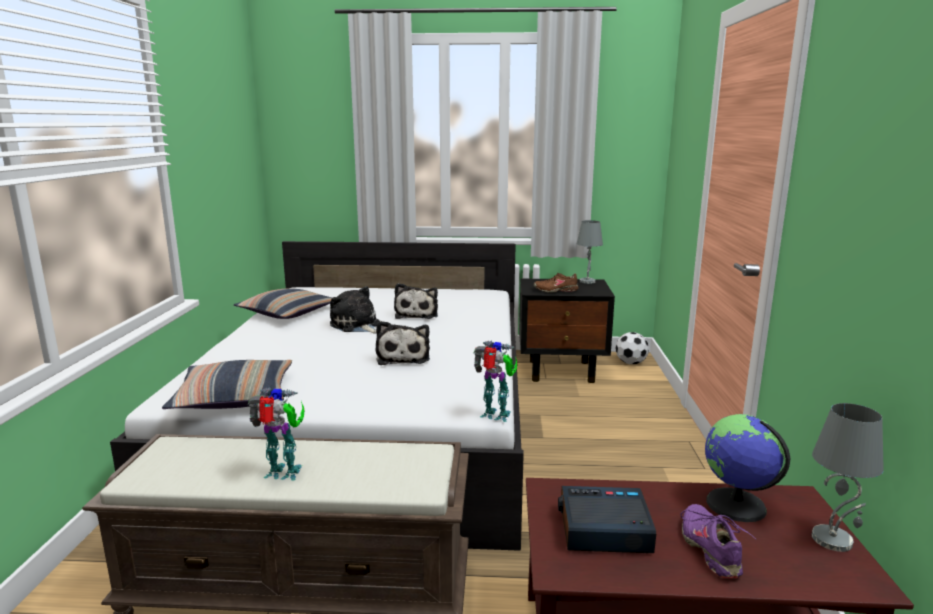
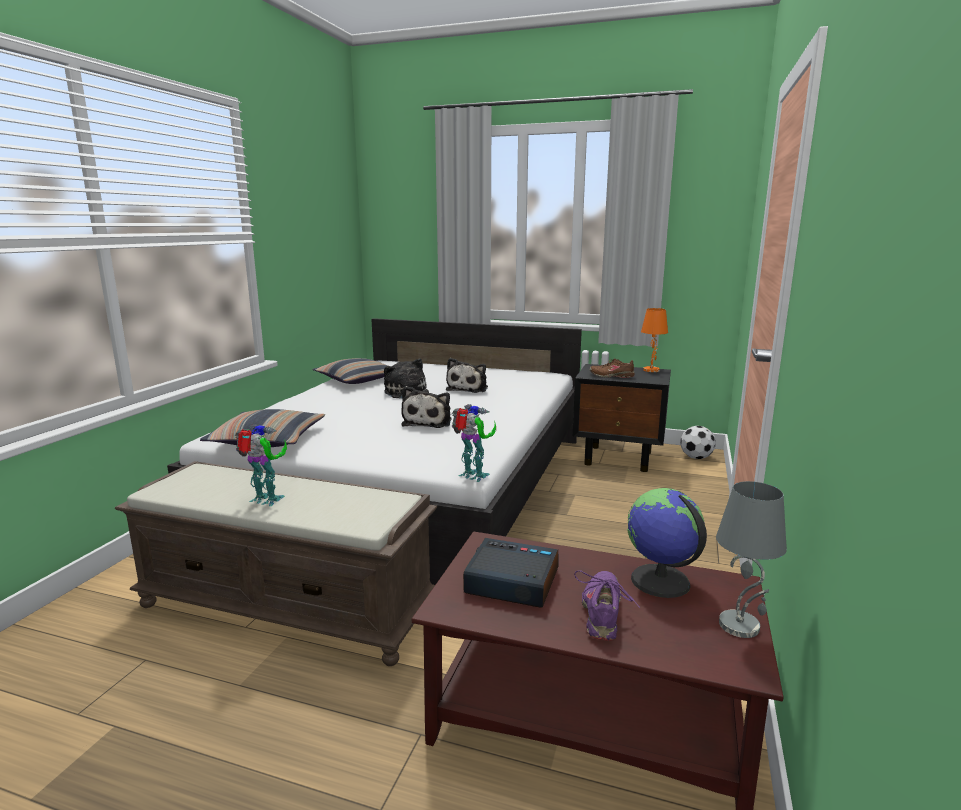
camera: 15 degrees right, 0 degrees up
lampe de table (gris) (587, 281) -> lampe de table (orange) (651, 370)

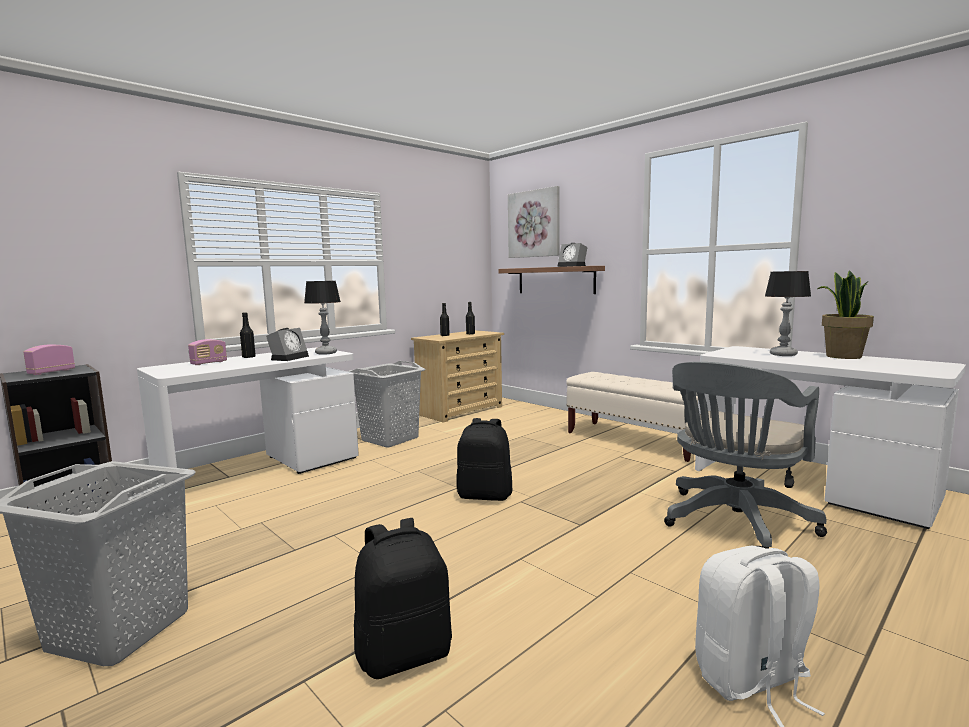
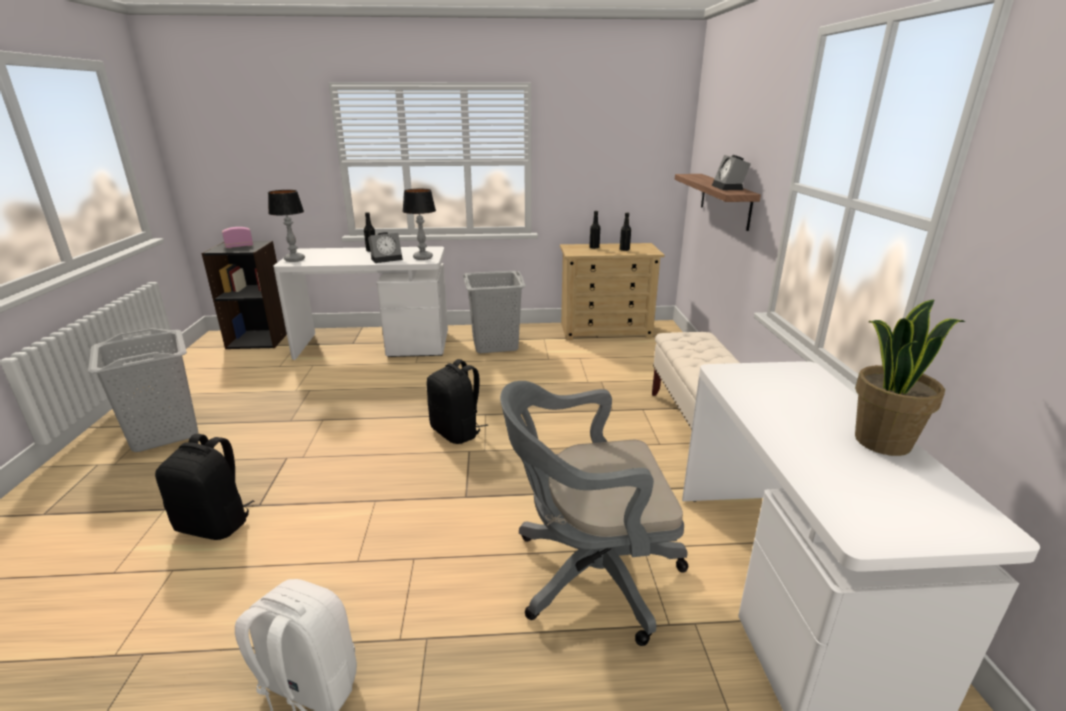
camera: 40 degrees right, 15 degrees up
tableau (534, 224) -> none
lampe de table (782, 354) -> lampe de table (295, 259), relocated
radio (209, 363) -> none

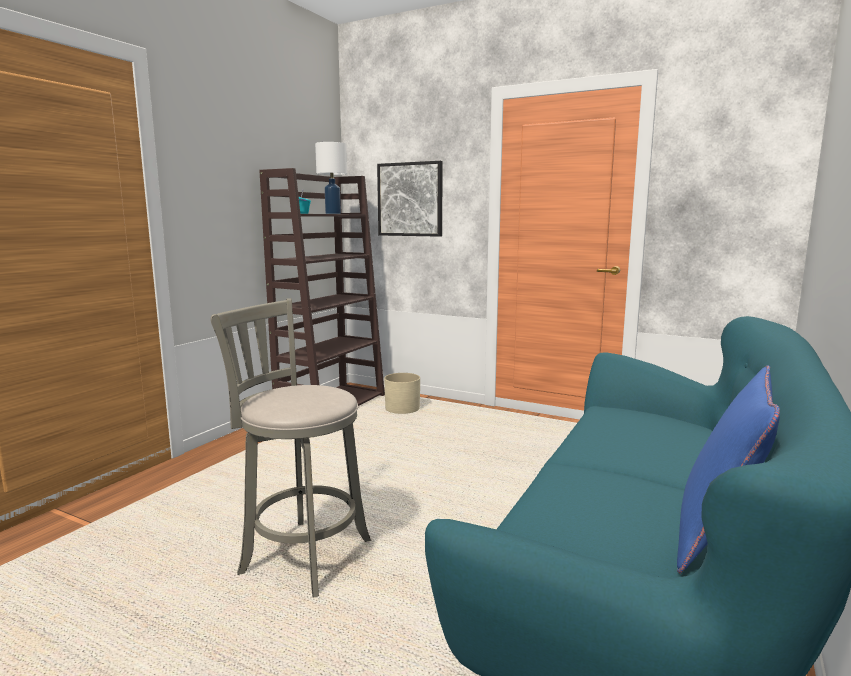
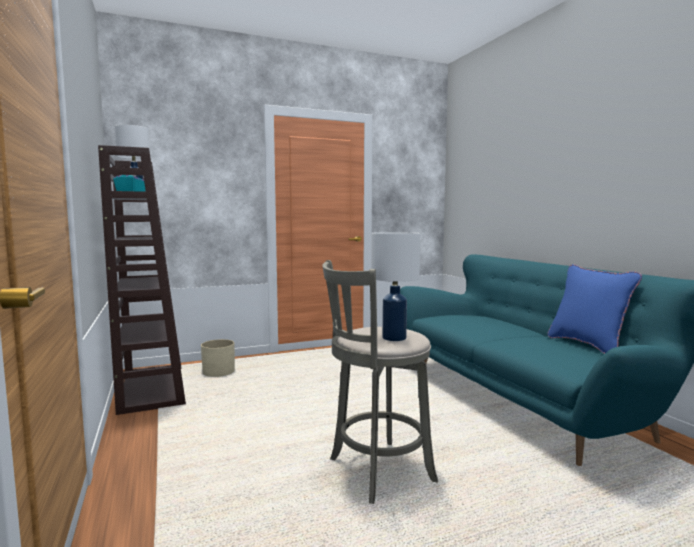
camera: 50 degrees left, 5 degrees down
tableau (410, 199) -> none
none -> lampe de table (blanc) (395, 338)

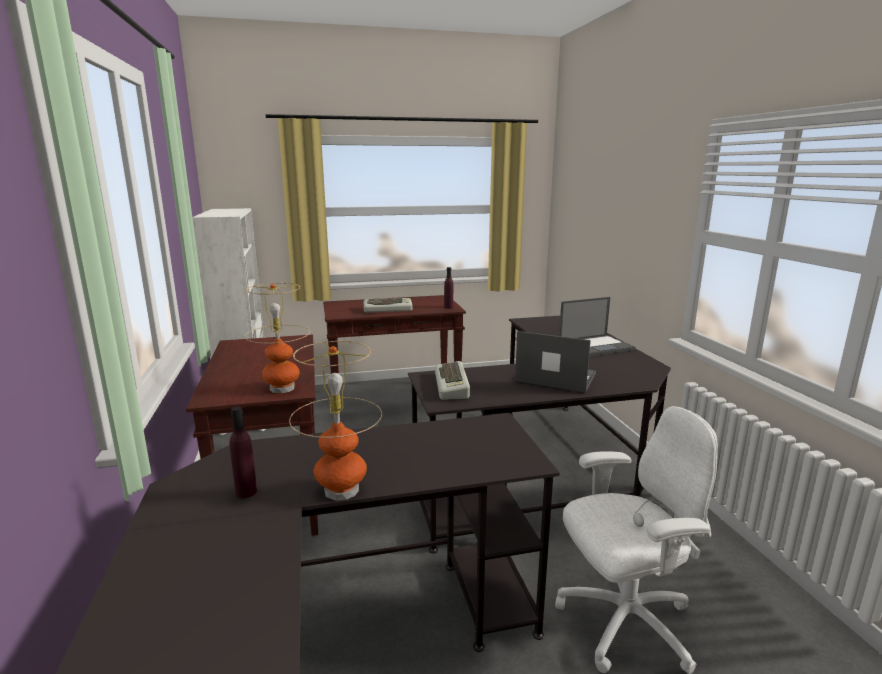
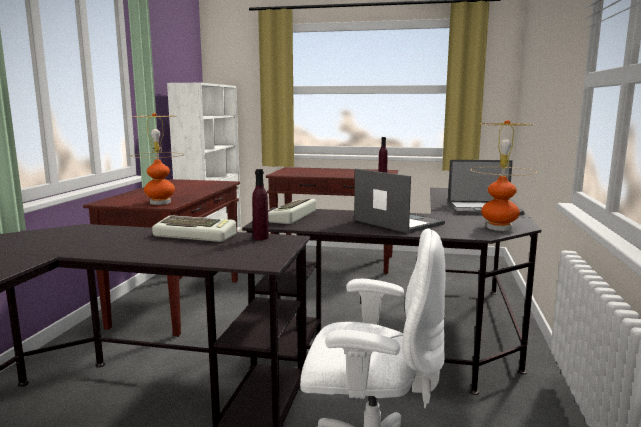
camera: 25 degrees right, 5 degrees down
clavier (388, 309) -> clavier (196, 235), relocated
lampe de table (341, 490) -> lampe de table (498, 227), relocated
bouteille (violet) (246, 492) -> bouteille (violet) (261, 238), relocated

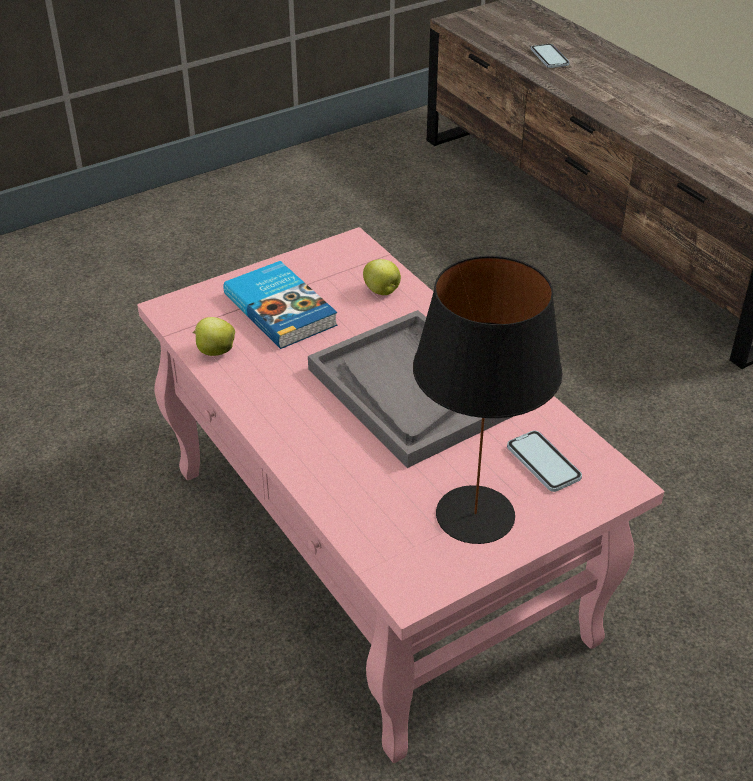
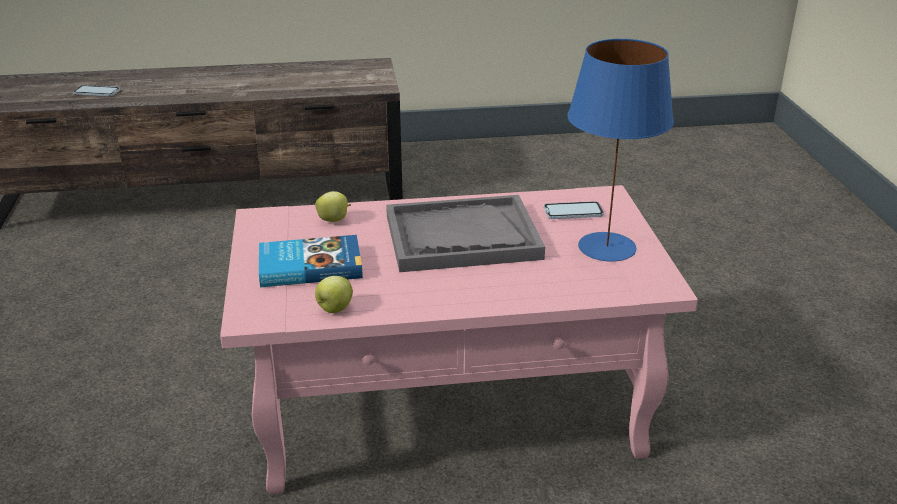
camera: 65 degrees left, 10 degrees down
lampe de table (noir) (476, 513) -> lampe de table (bleu) (606, 246)

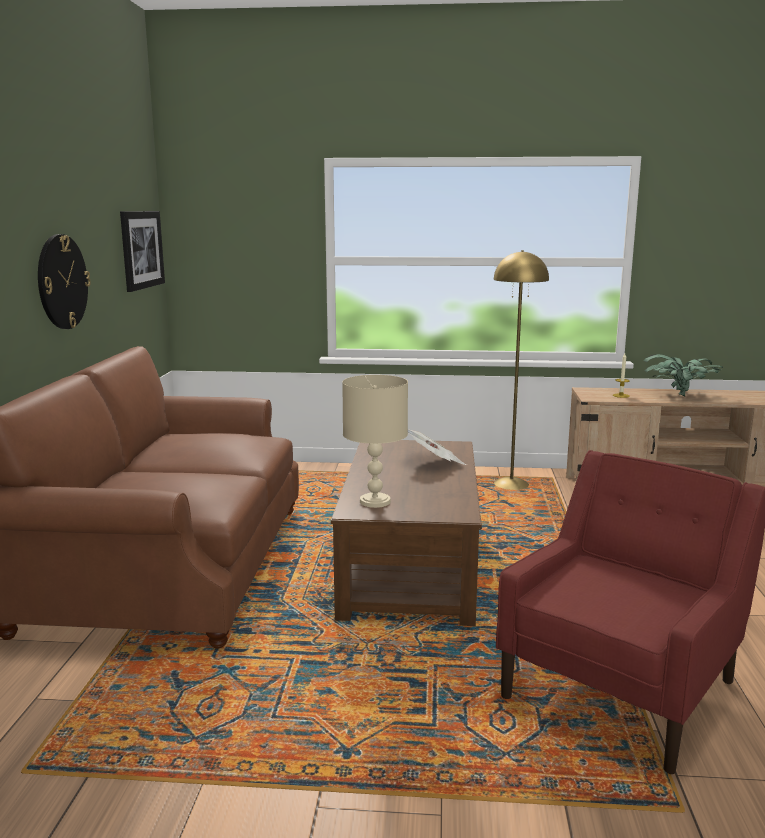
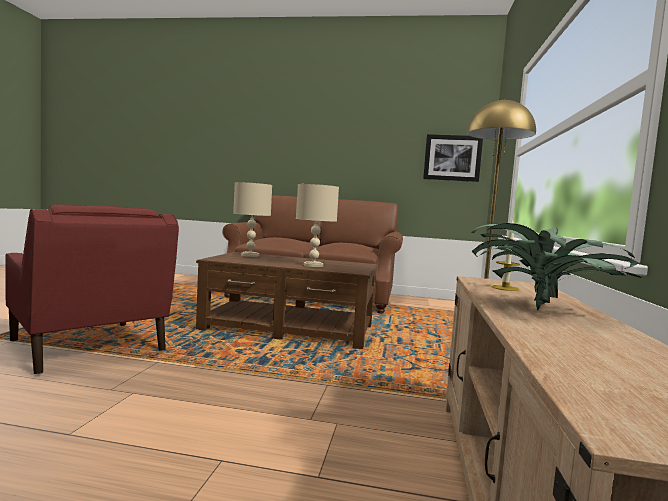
camera: 95 degrees right, 10 degrees down
horloge murale (62, 282) -> none
journal (434, 463) -> lampe de table (beige) (313, 265)

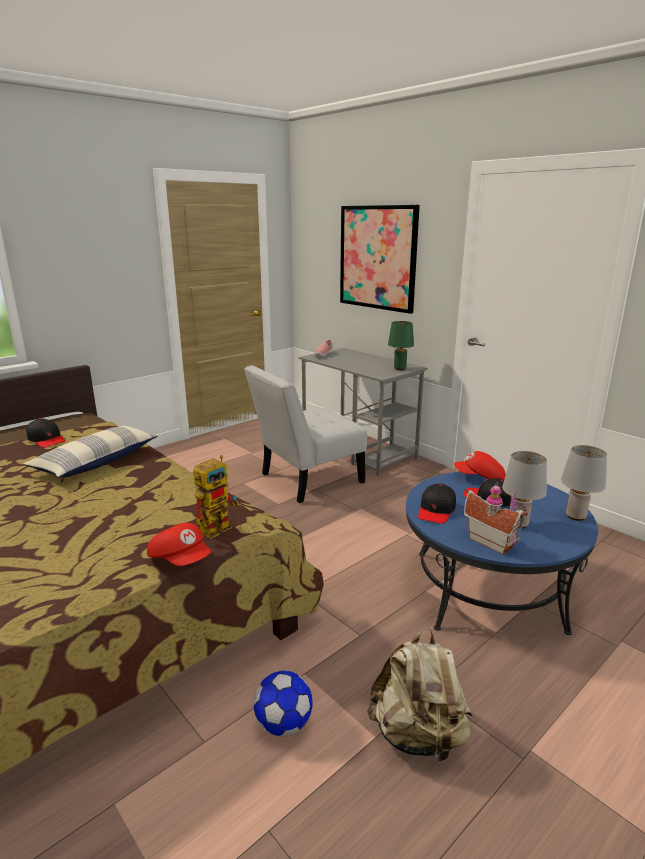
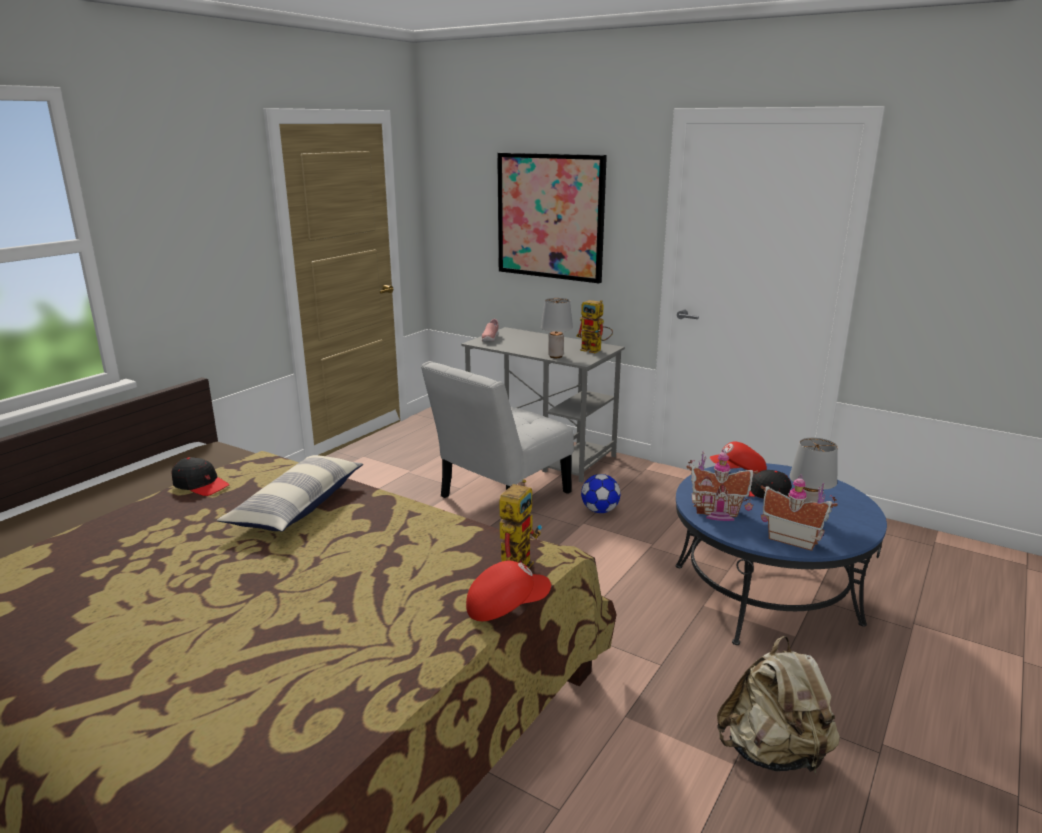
camera: 15 degrees left, 0 degrees up
lampe de table (vert) (400, 368) -> robot jouet (595, 350)
lampe de table (gris) (576, 516) -> lampe de table (gris) (556, 356), relocated
casquette (noir) (436, 510) -> maison miniature (717, 513)
casquette (rouge) (181, 559) -> casquette (rouge) (506, 606), 45 degrees counterclockwise
ballon de foot (283, 724) -> ballon de foot (600, 510), relocated

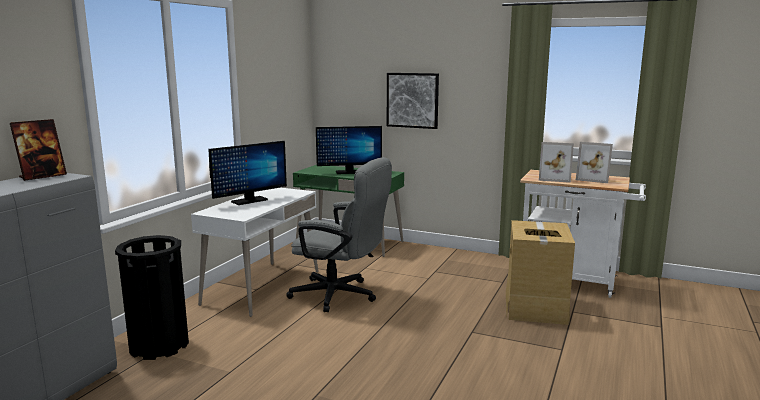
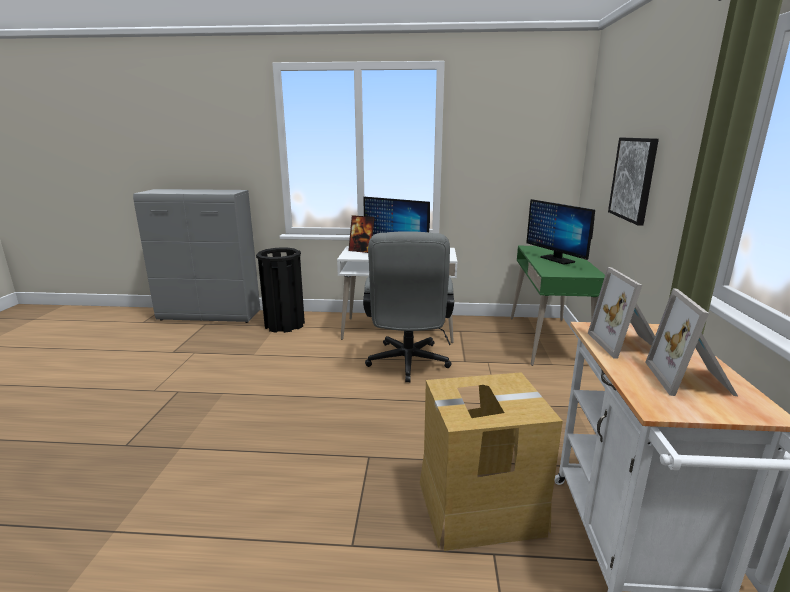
camera: 70 degrees right, 5 degrees up
cadre photo (42, 176) -> cadre photo (361, 251), relocated

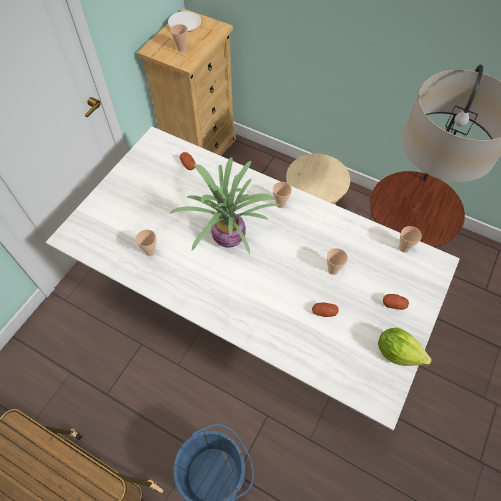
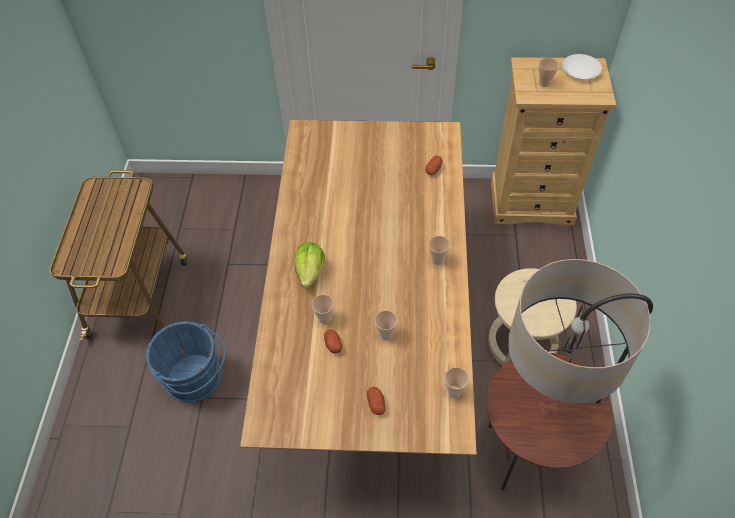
camera: 65 degrees right, 5 degrees down
table à manger (blanc) (250, 309) -> table à manger (marron) (370, 335)
plante en pot (229, 236) -> none
tasse (150, 251) -> tasse (324, 319), relocated
laitue (397, 352) -> laitue (310, 272), relocated

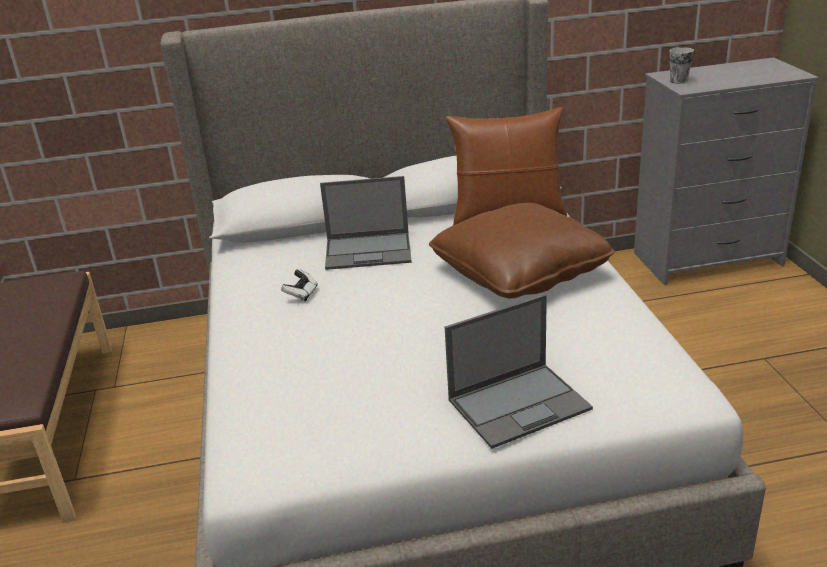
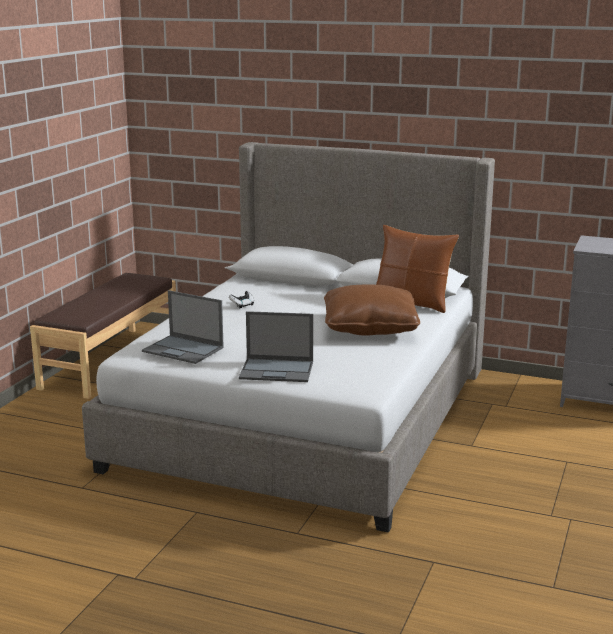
camera: 30 degrees right, 10 degrees down
tasse (678, 81) -> none
ordinateur portable (369, 251) -> ordinateur portable (184, 350), relocated

